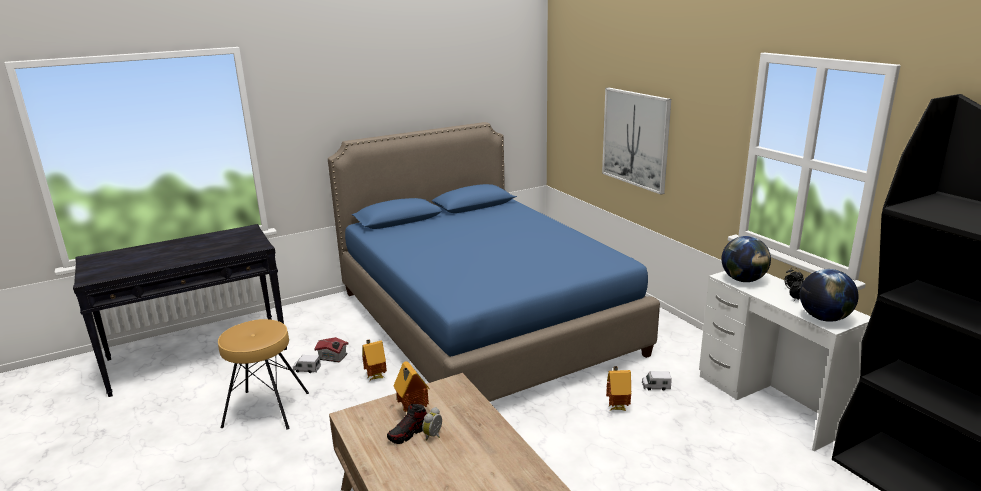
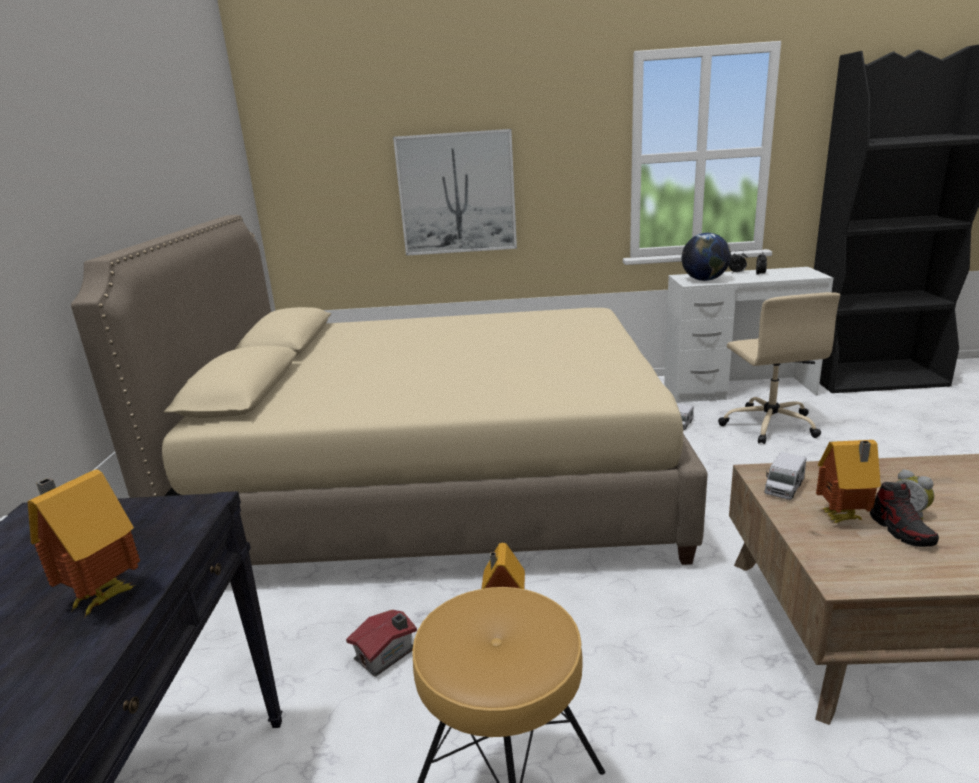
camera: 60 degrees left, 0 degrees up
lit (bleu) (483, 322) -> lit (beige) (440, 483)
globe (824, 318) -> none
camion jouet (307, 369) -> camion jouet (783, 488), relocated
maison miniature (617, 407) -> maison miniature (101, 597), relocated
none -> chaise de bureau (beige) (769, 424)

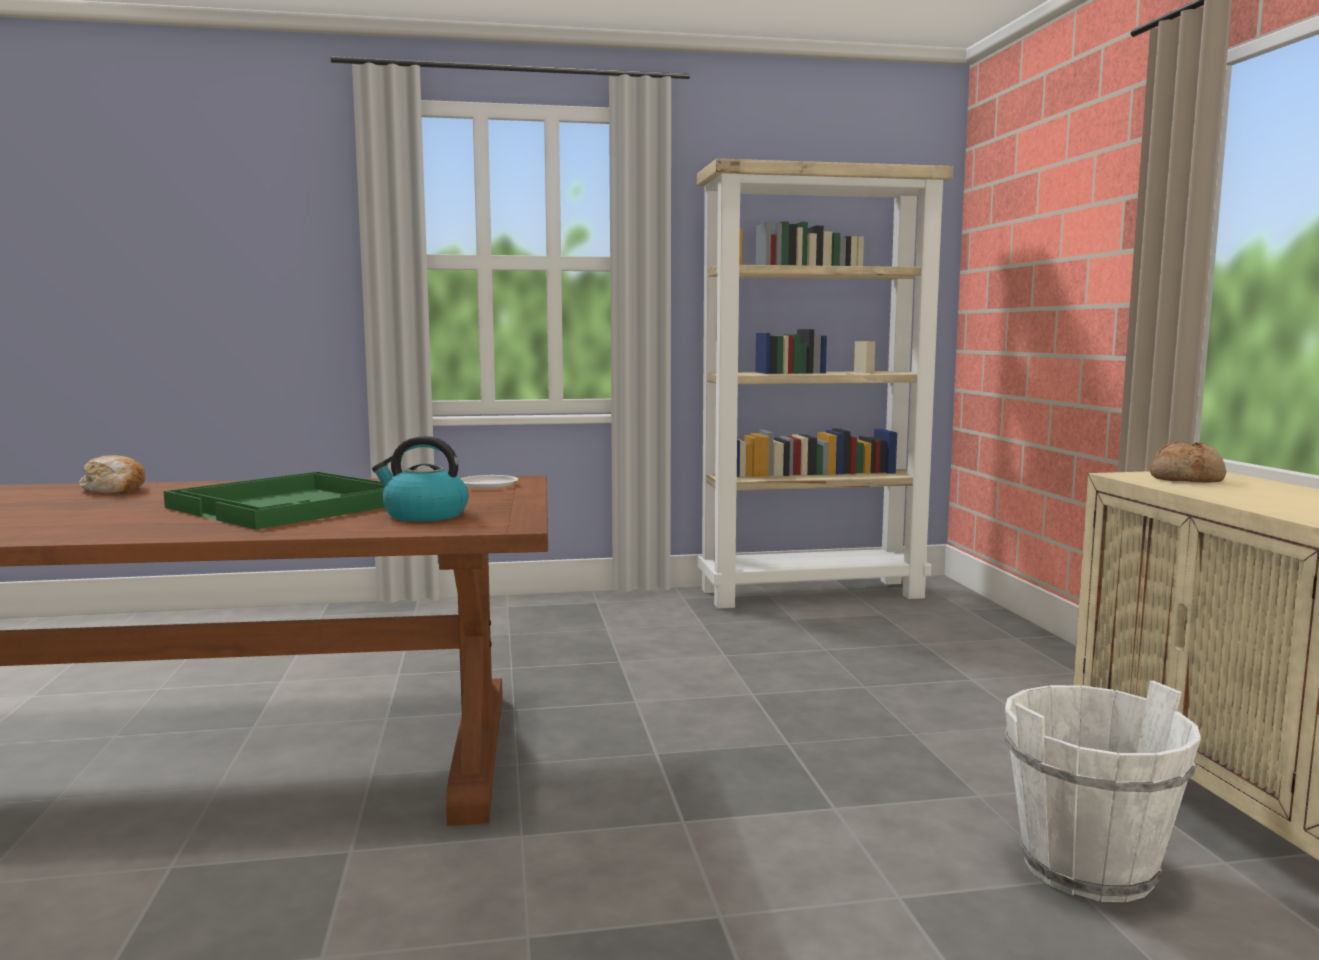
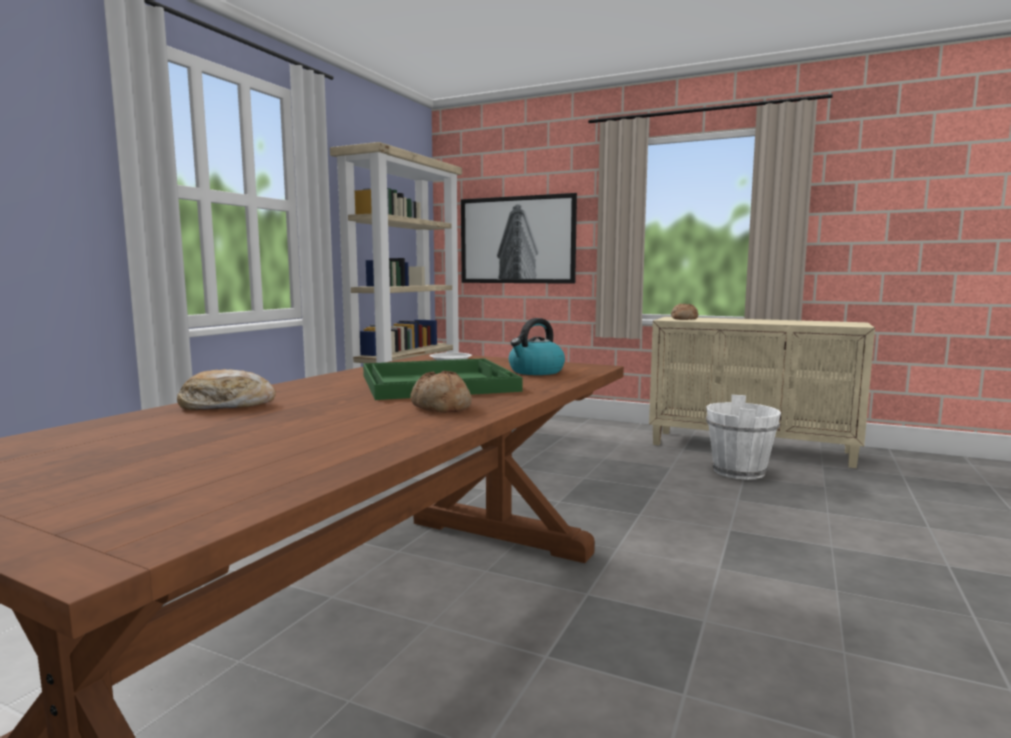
camera: 55 degrees left, 0 degrees up
none -> tableau (517, 240)
none -> pain (440, 407)

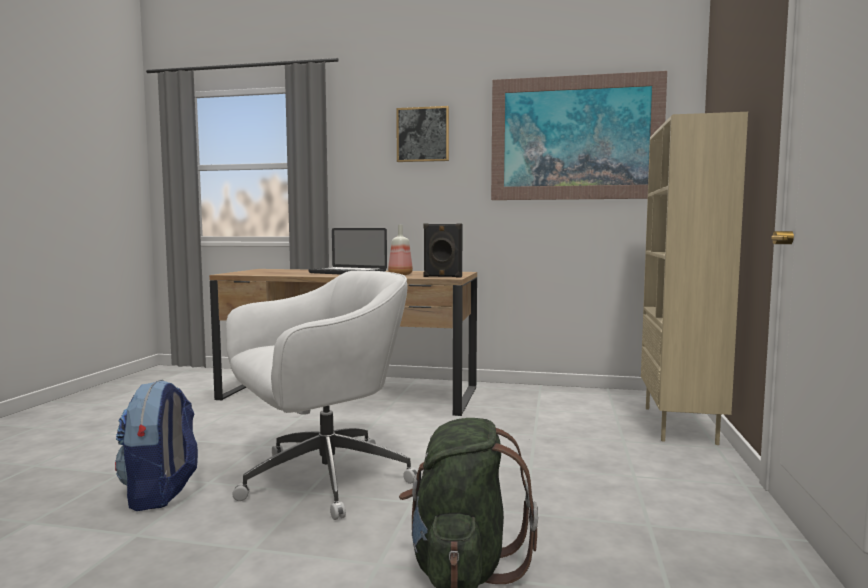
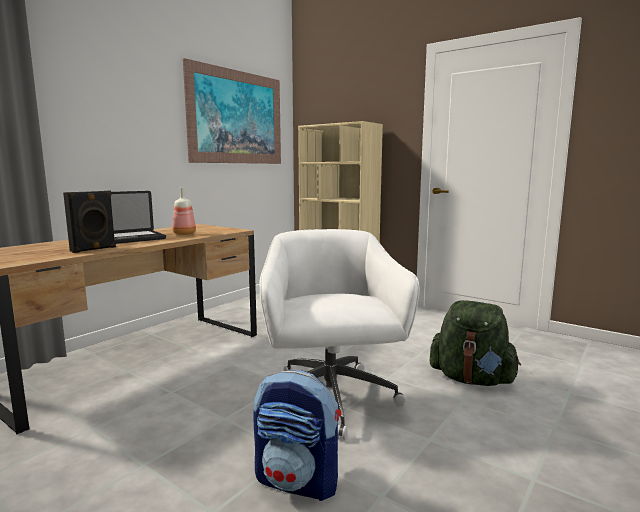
camera: 65 degrees left, 5 degrees up
tableau (423, 134) -> none
enceinte (noir) (442, 277) -> enceinte (noir) (94, 249), relocated

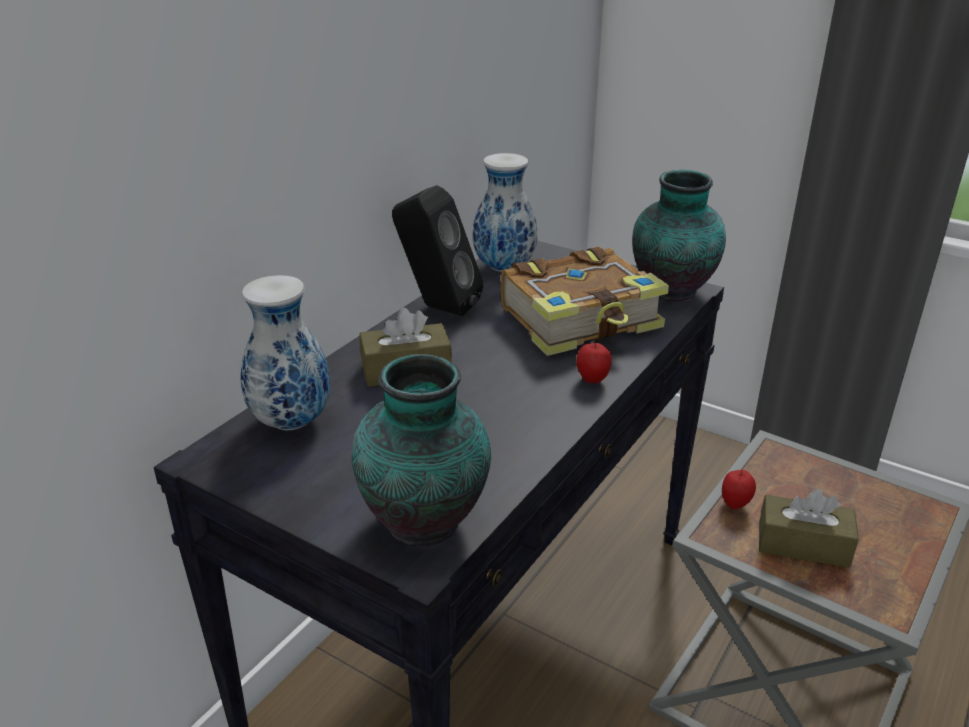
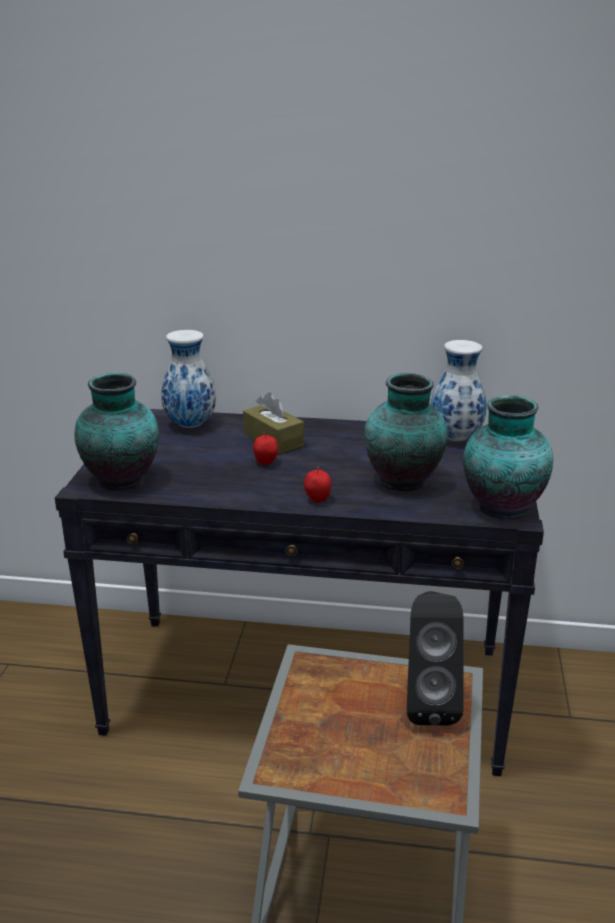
camera: 65 degrees right, 5 degrees down
enceinte (noir) (437, 308) -> enceinte (noir) (428, 703), relocated
livre (582, 320) -> vase (404, 481)
pomme (735, 504) -> pomme (265, 463), relocated
boîte à mouchoirs (marron) (803, 544) -> none

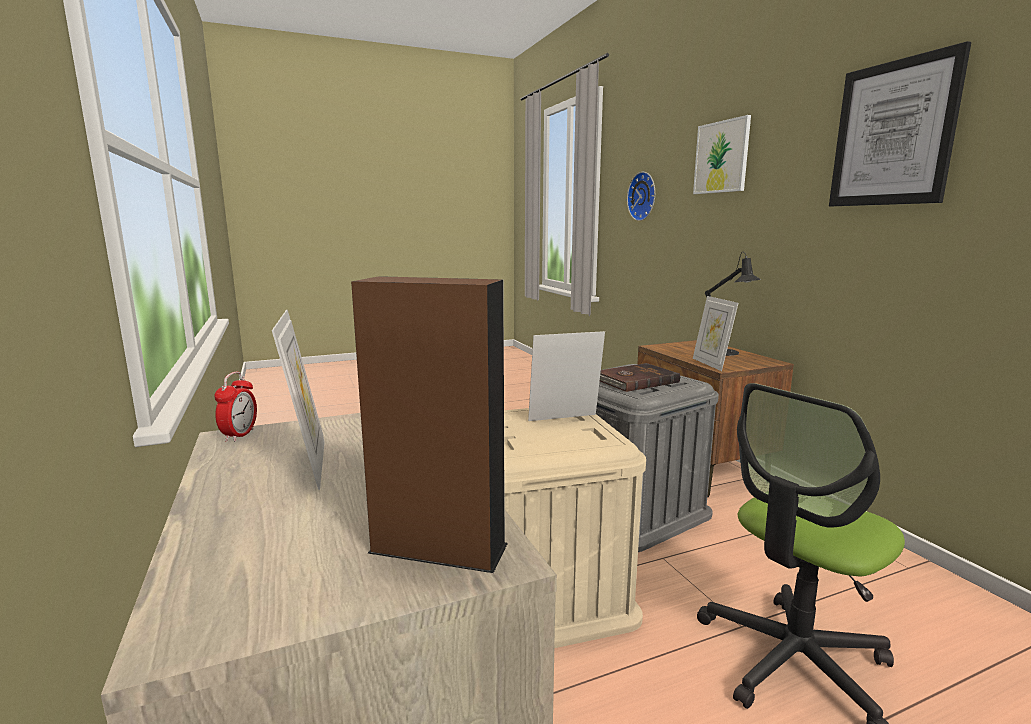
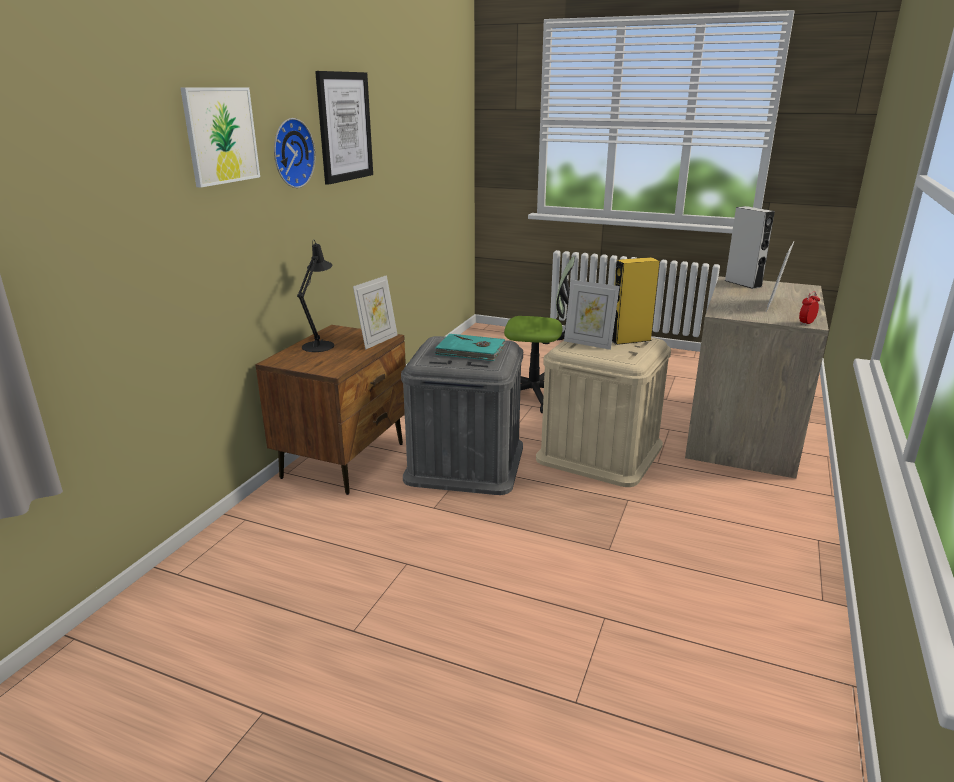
camera: 135 degrees left, 10 degrees up
horloge murale (644, 196) -> horloge murale (290, 153), relocated
enceinte (marron) (438, 548) -> enceinte (gris) (743, 283)
livre (marron) (635, 380) -> livre (turquoise) (471, 351)
none -> enceinte (jaune) (630, 340)

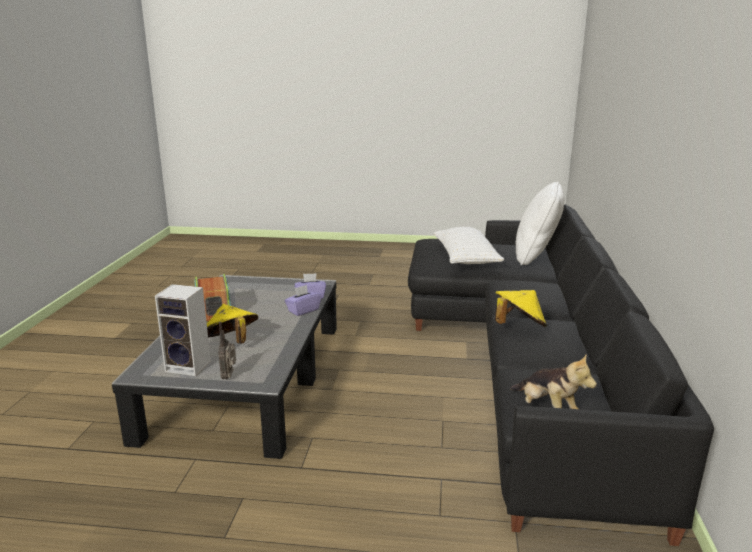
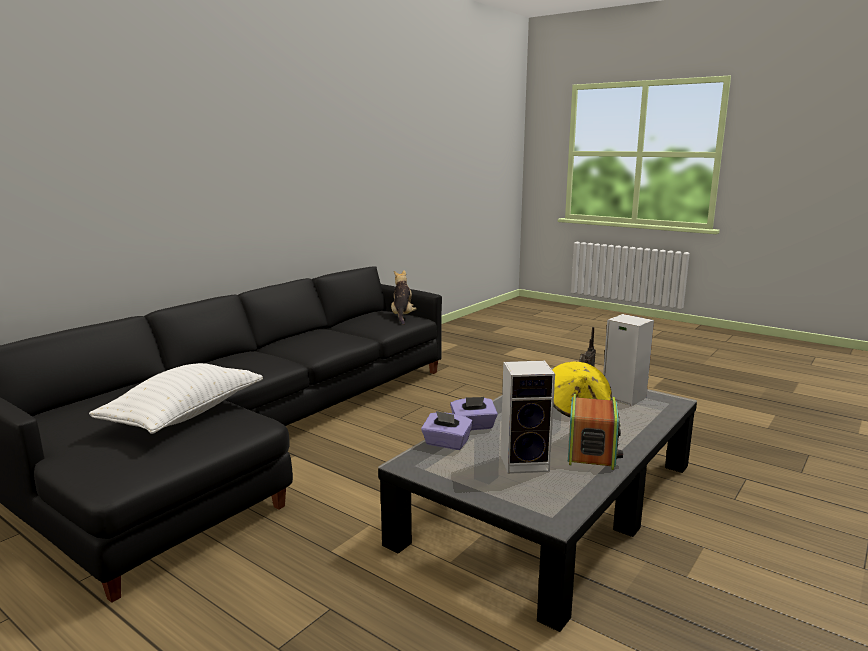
camera: 150 degrees left, 5 degrees down
coussin (blanc) (536, 256) -> none
chapeau (jaune) (519, 326) -> none
none -> enceinte (526, 462)

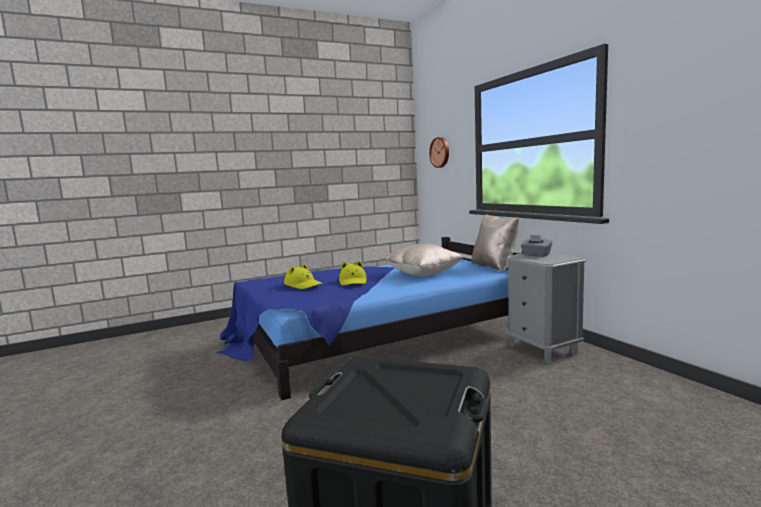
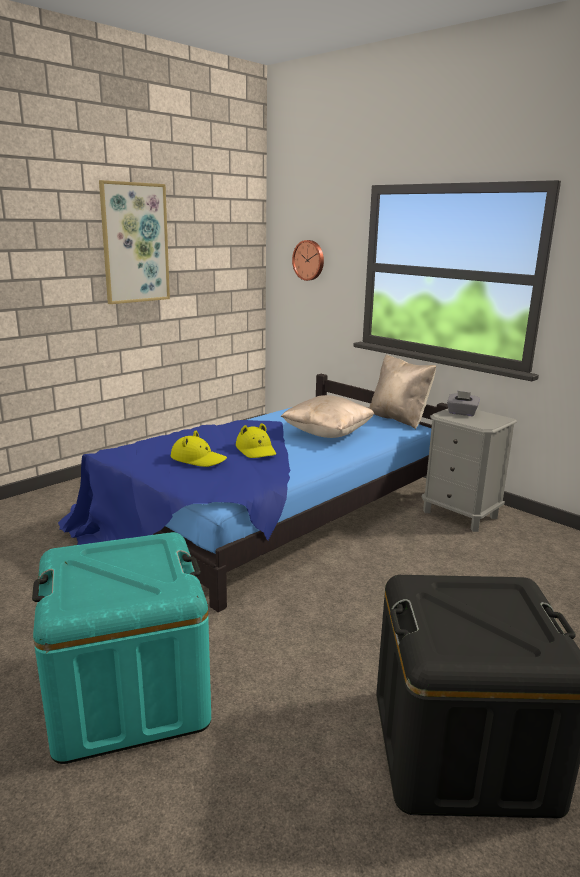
camera: 20 degrees left, 10 degrees up
none -> tableau (135, 243)
none -> boîte de rangement (turquoise) (129, 695)

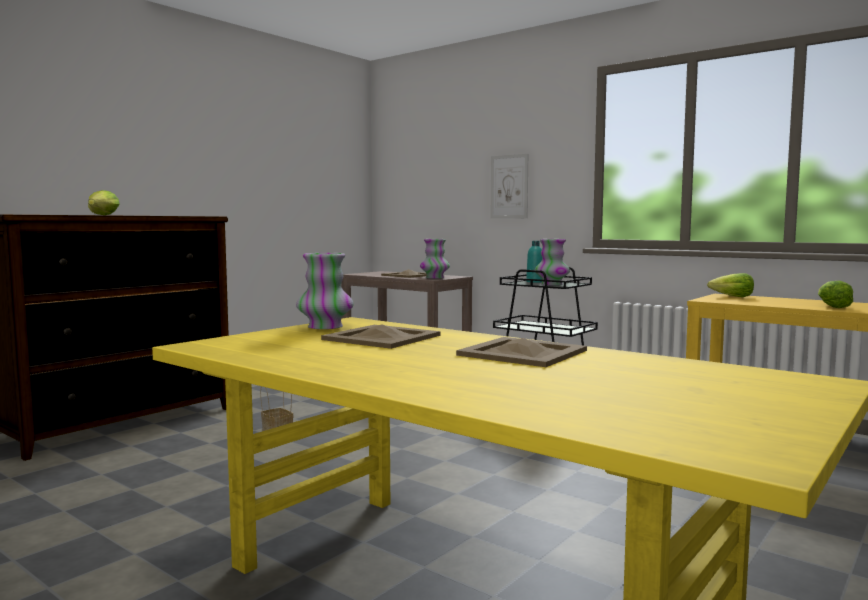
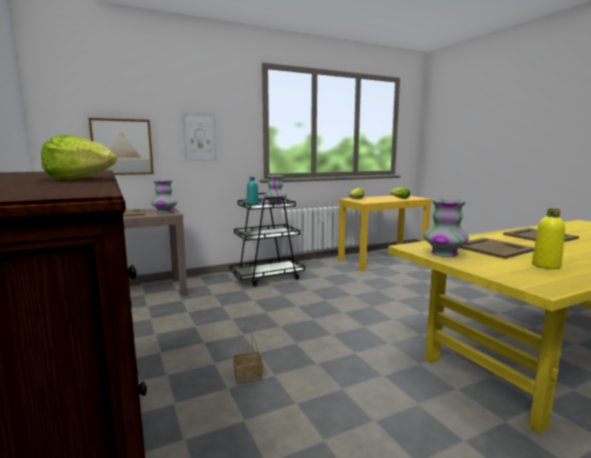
camera: 65 degrees left, 5 degrees up
none -> tableau (122, 147)
none -> bouteille (jaune) (546, 265)

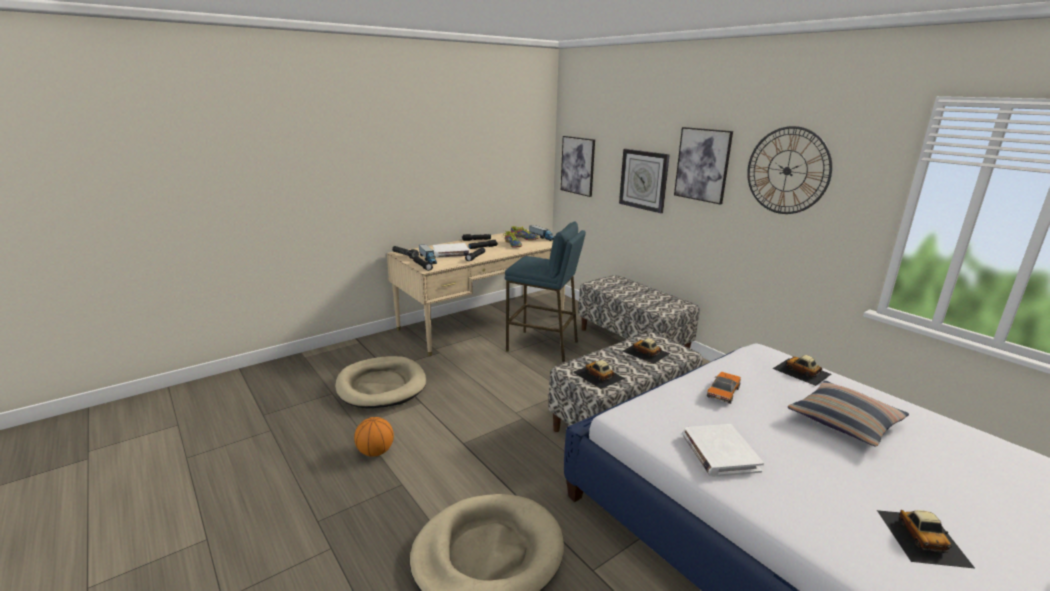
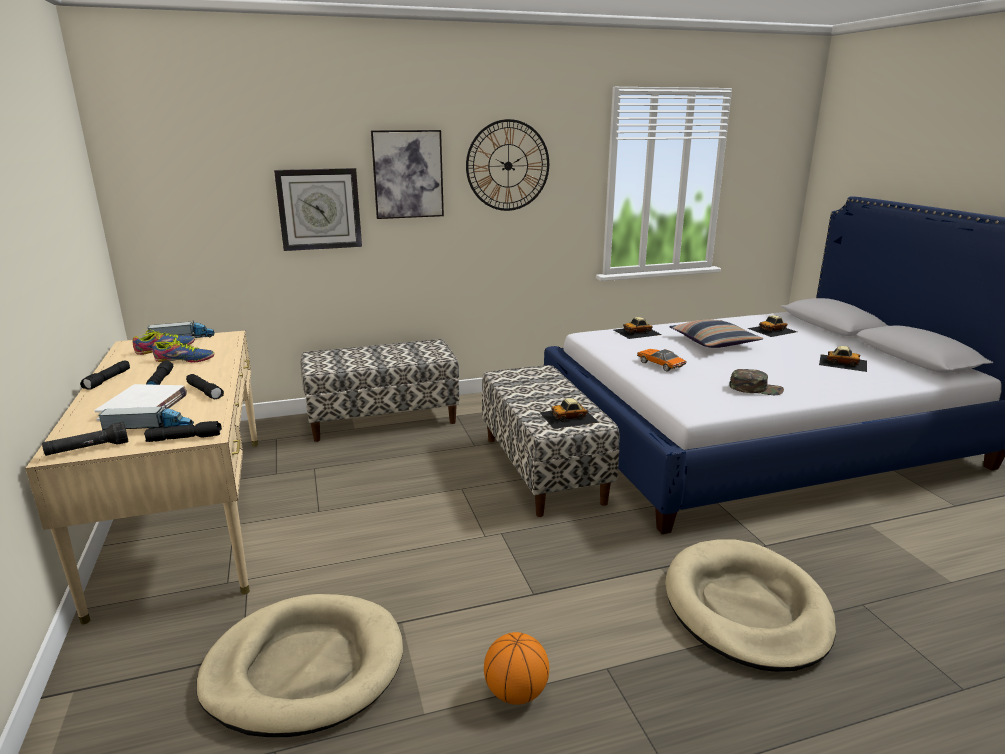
camera: 70 degrees left, 0 degrees up
tableau (578, 165) -> none
tabouret (bleu) (543, 346) -> none
petite voiture (646, 352) -> petite voiture (772, 330), relocated
livre (blanc) (719, 453) -> casquette (vert) (755, 388)

